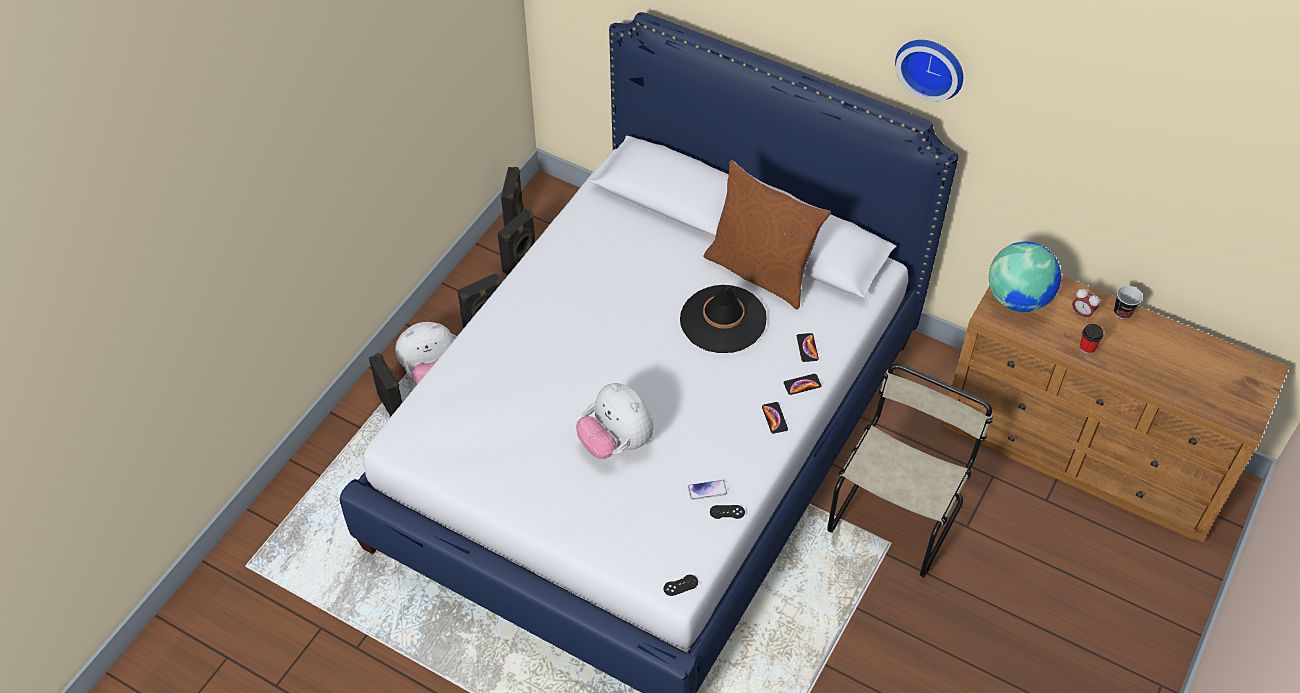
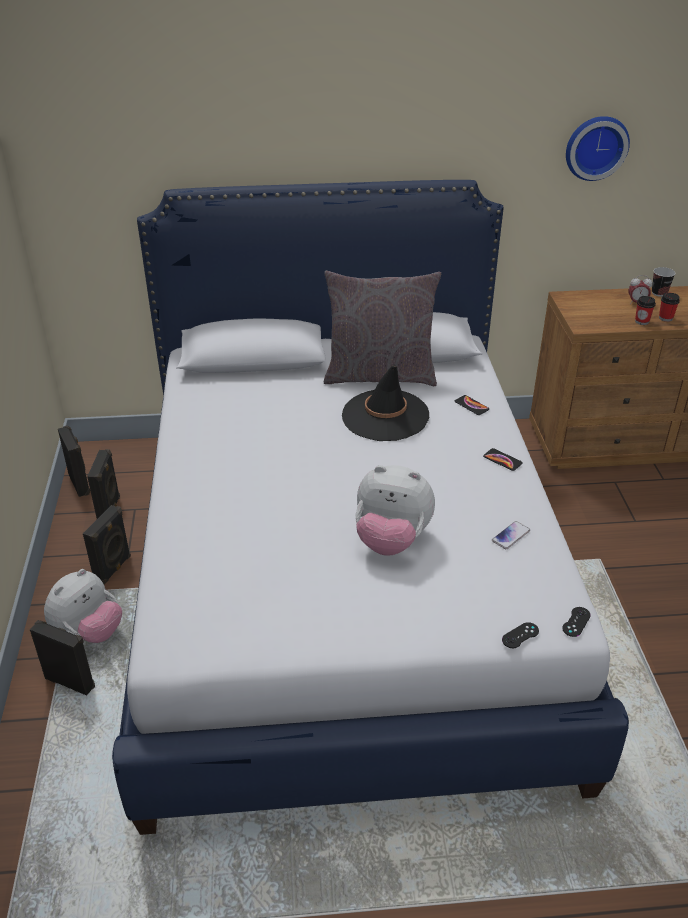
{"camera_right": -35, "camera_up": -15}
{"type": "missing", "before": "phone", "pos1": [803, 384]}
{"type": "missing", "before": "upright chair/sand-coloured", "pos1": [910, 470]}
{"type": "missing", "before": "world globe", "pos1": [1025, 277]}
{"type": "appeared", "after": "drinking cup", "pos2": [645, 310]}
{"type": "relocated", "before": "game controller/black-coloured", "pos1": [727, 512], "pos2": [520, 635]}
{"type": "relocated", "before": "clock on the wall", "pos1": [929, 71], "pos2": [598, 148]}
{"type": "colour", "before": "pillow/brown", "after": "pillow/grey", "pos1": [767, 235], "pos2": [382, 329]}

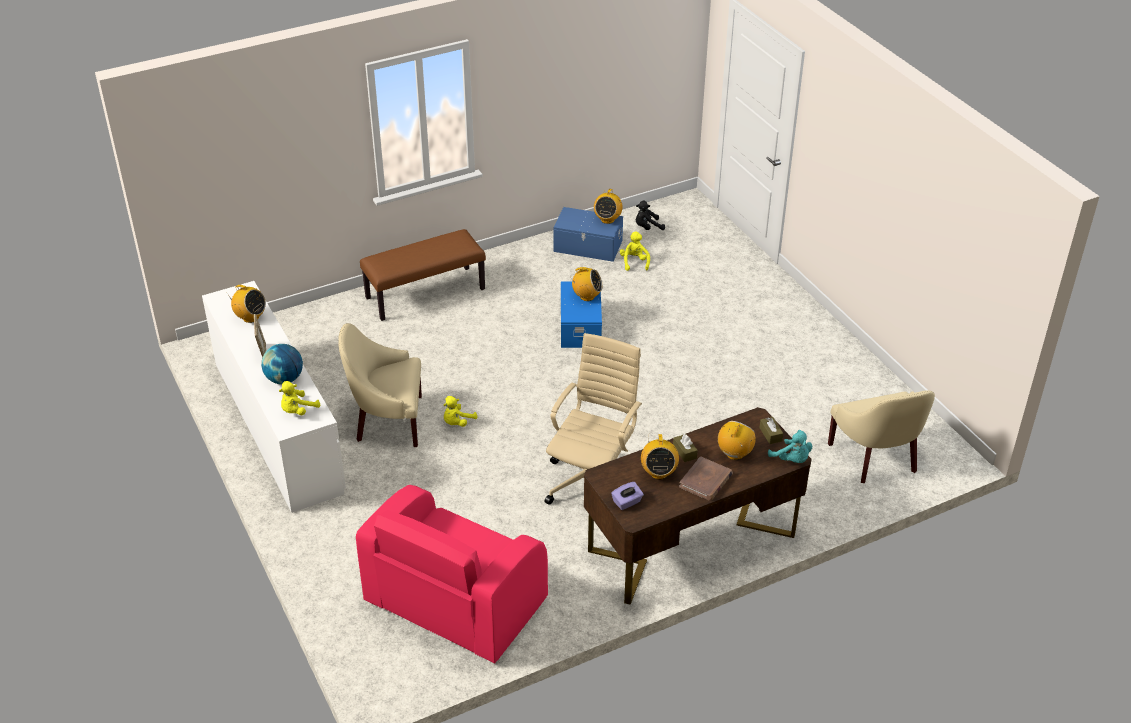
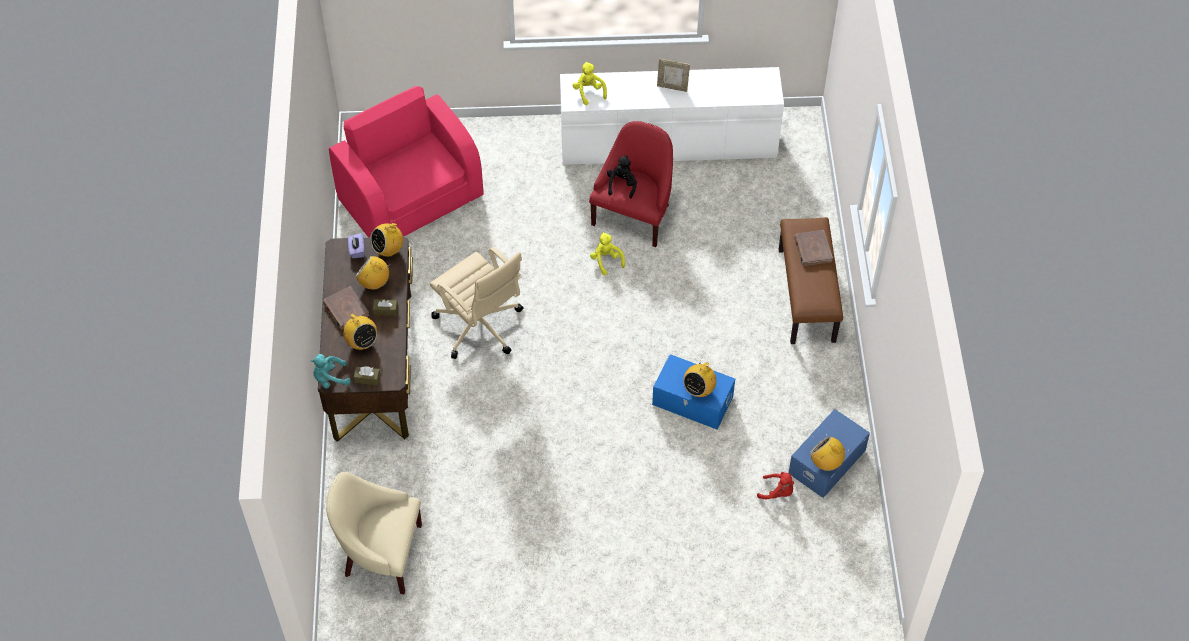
{"camera_right": 115, "camera_up": 15}
{"type": "missing", "before": "world globe", "pos1": [282, 364]}
{"type": "appeared", "after": "bound book/brown", "pos2": [813, 248]}
{"type": "relocated", "before": "radio set", "pos1": [246, 304], "pos2": [386, 237]}
{"type": "relocated", "before": "plush toy/black-coloured", "pos1": [650, 215], "pos2": [622, 176]}
{"type": "colour", "before": "armchair/sand-coloured", "after": "armchair/red-coloured", "pos1": [380, 385], "pos2": [631, 184]}
{"type": "colour", "before": "plush toy/yellow", "after": "plush toy/red-coloured", "pos1": [635, 251], "pos2": [775, 485]}

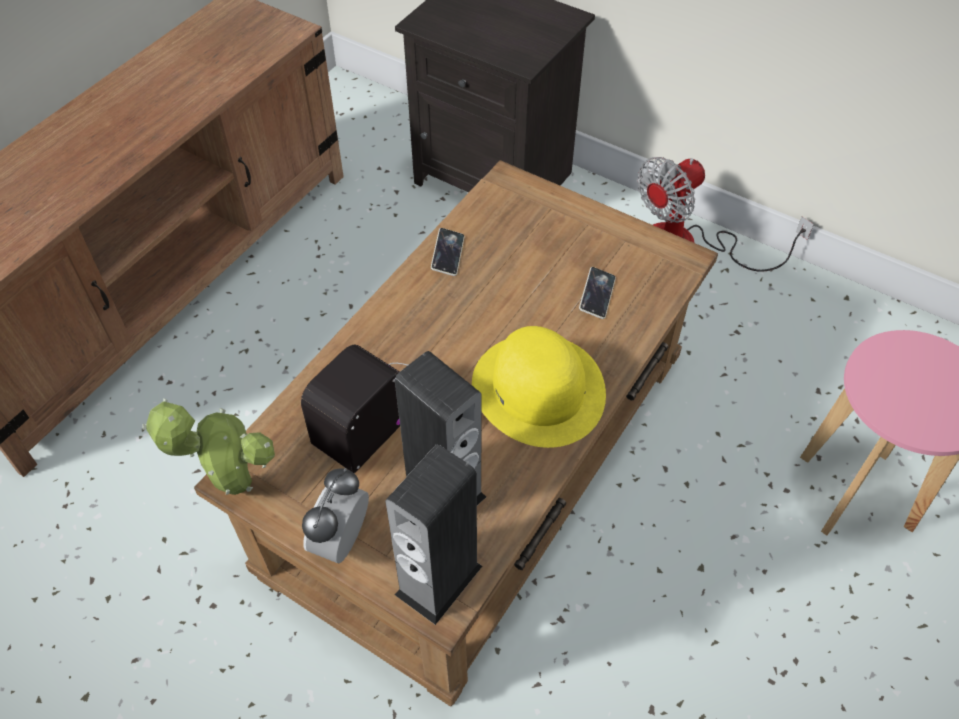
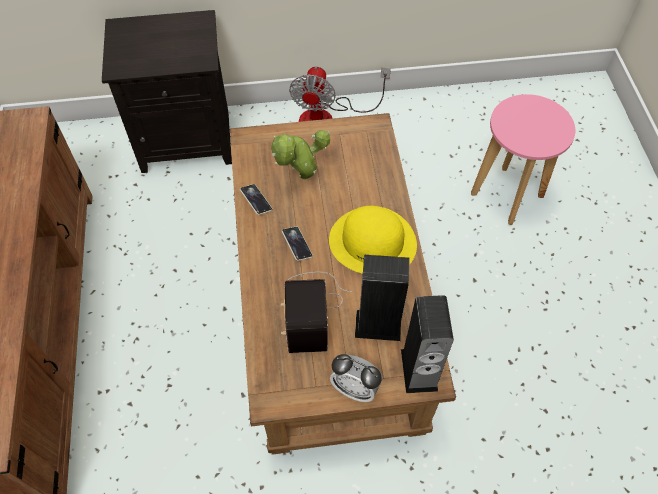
{"camera_right": -40, "camera_up": 5}
{"type": "relocated", "before": "plant in a pot", "pos1": [208, 446], "pos2": [300, 154]}
{"type": "relocated", "before": "phone", "pos1": [597, 293], "pos2": [297, 244]}
{"type": "spun", "before": "alarm clock", "pos1": [335, 515], "pos2": [356, 378], "turn": -45}

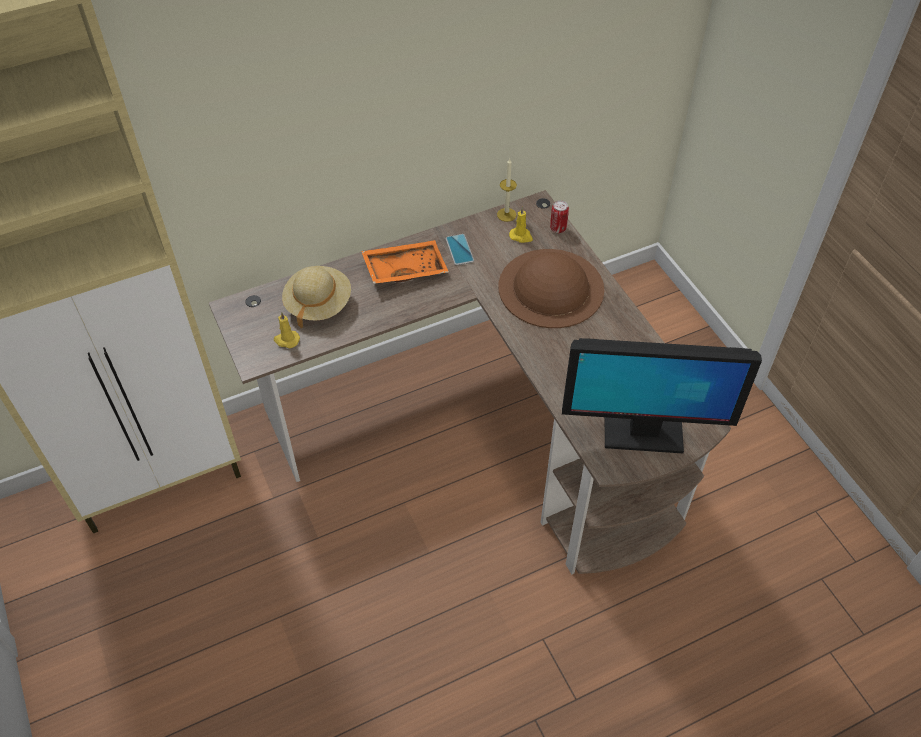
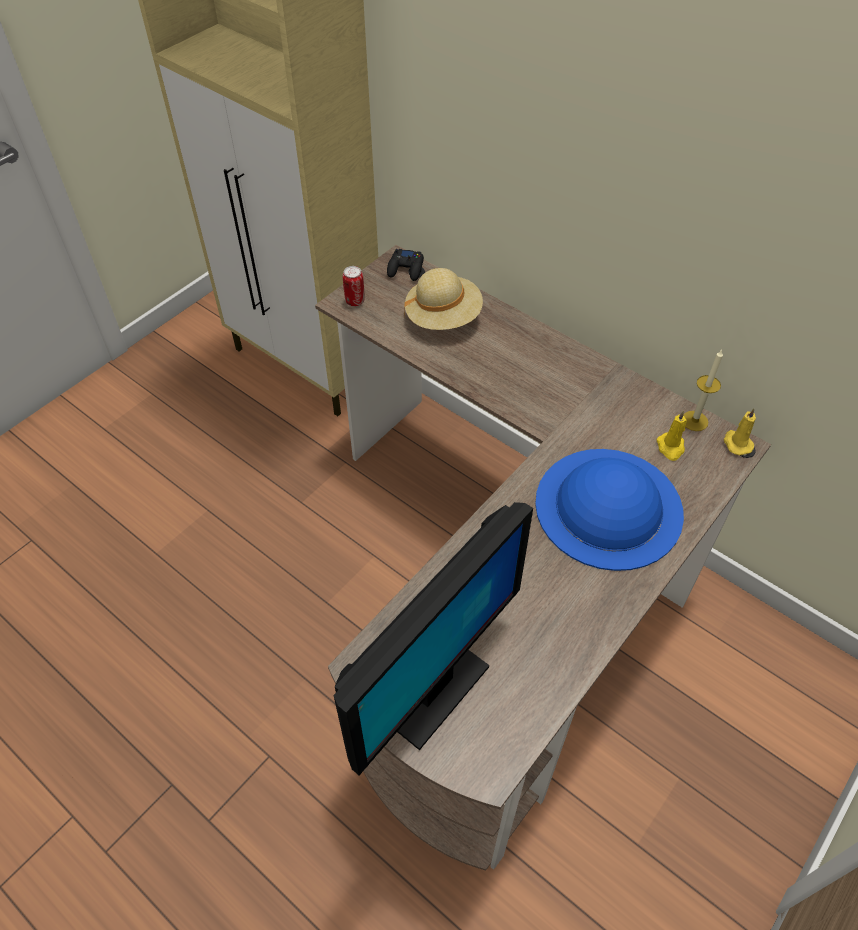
{"camera_right": 65, "camera_up": 0}
{"type": "missing", "before": "serving tray/orange-coloured", "pos1": [405, 262]}
{"type": "missing", "before": "phone", "pos1": [460, 249]}
{"type": "appeared", "after": "game controller/black-coloured", "pos2": [405, 265]}
{"type": "relocated", "before": "wax candle/yellow", "pos1": [287, 330], "pos2": [740, 431]}
{"type": "relocated", "before": "sealed can", "pos1": [559, 216], "pos2": [354, 286]}
{"type": "colour", "before": "hat/brown", "after": "hat/bluish", "pos1": [551, 288], "pos2": [609, 510]}
{"type": "spun", "before": "computer display", "pos1": [662, 395], "pos2": [433, 638], "turn": -120}

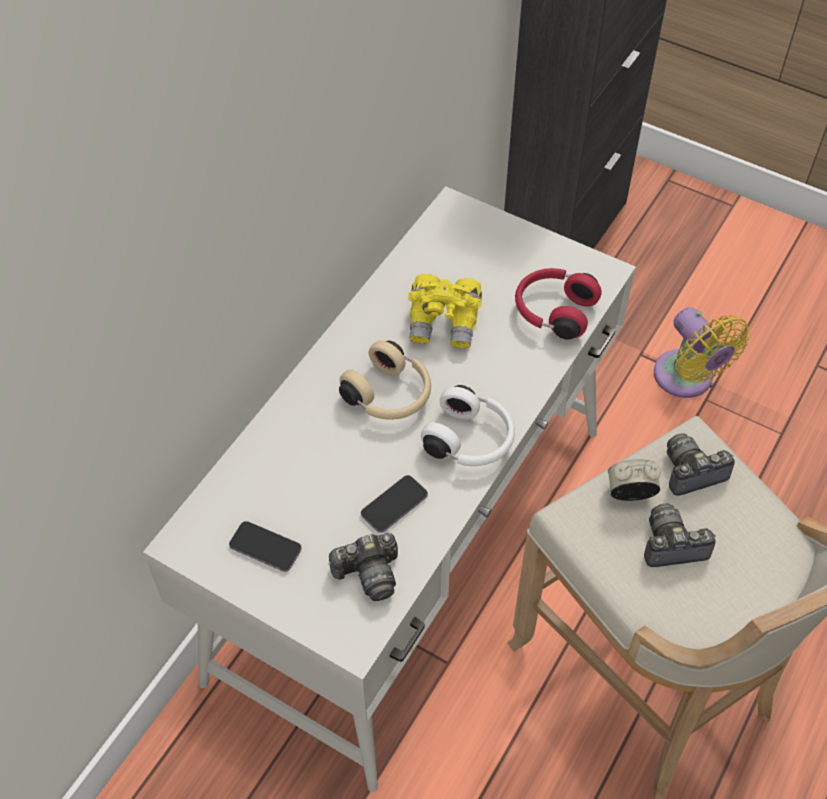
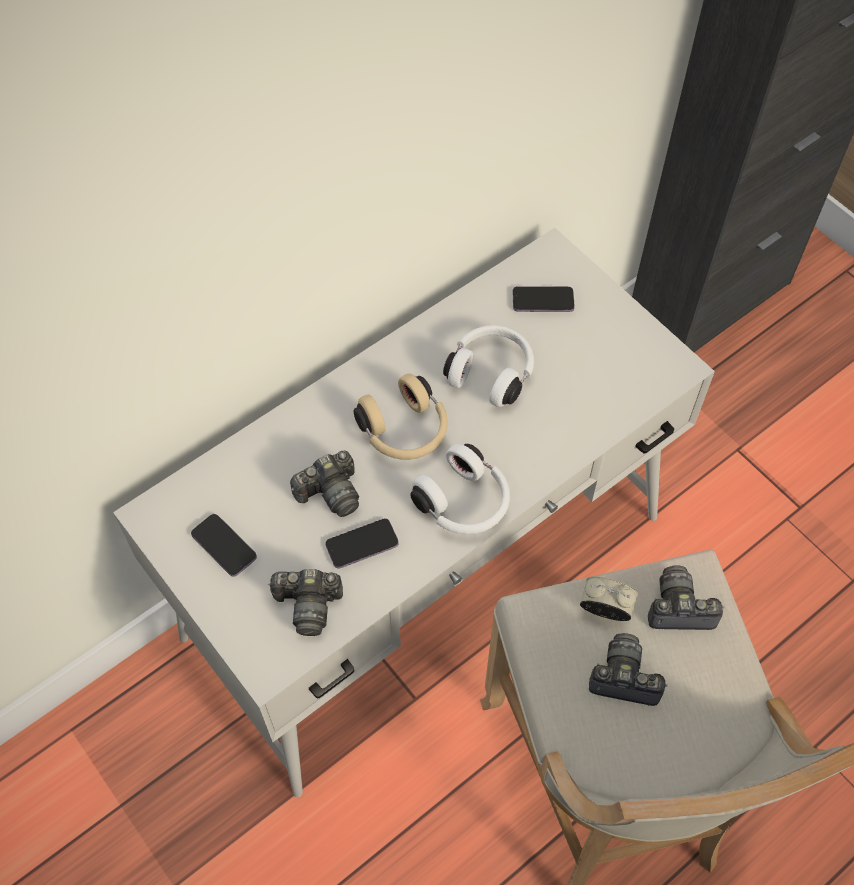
{"camera_right": 20, "camera_up": 5}
{"type": "missing", "before": "headset/red-coloured", "pos1": [558, 304]}
{"type": "missing", "before": "electric fan/yellow", "pos1": [702, 352]}
{"type": "appeared", "after": "still camera", "pos2": [324, 484]}
{"type": "appeared", "after": "phone", "pos2": [544, 299]}
{"type": "exchanged", "before": "field glasses/yellow", "after": "headset/white", "pos1": [445, 311], "pos2": [488, 366]}

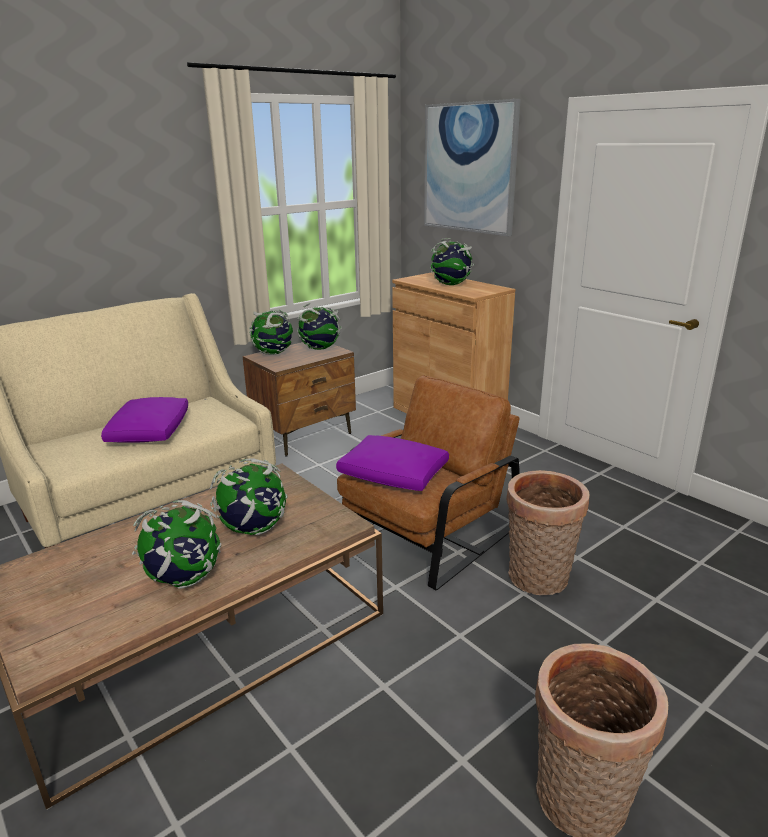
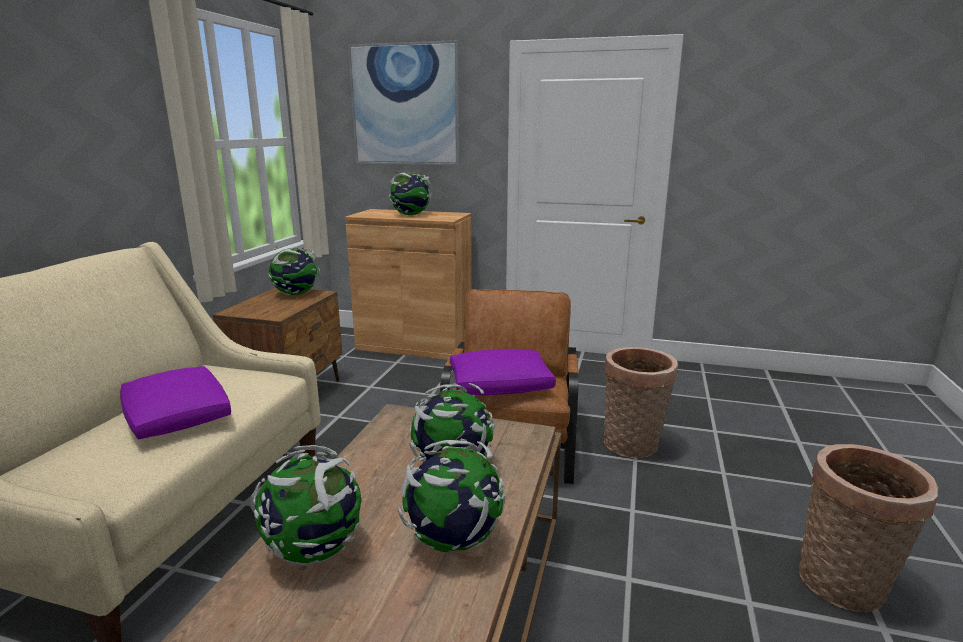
{"camera_right": -35, "camera_up": -5}
{"type": "relocated", "before": "world globe", "pos1": [271, 332], "pos2": [305, 505]}

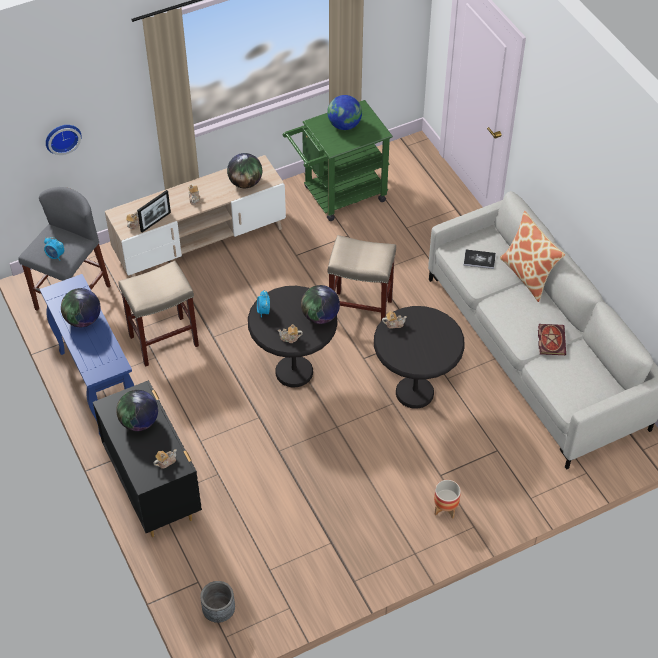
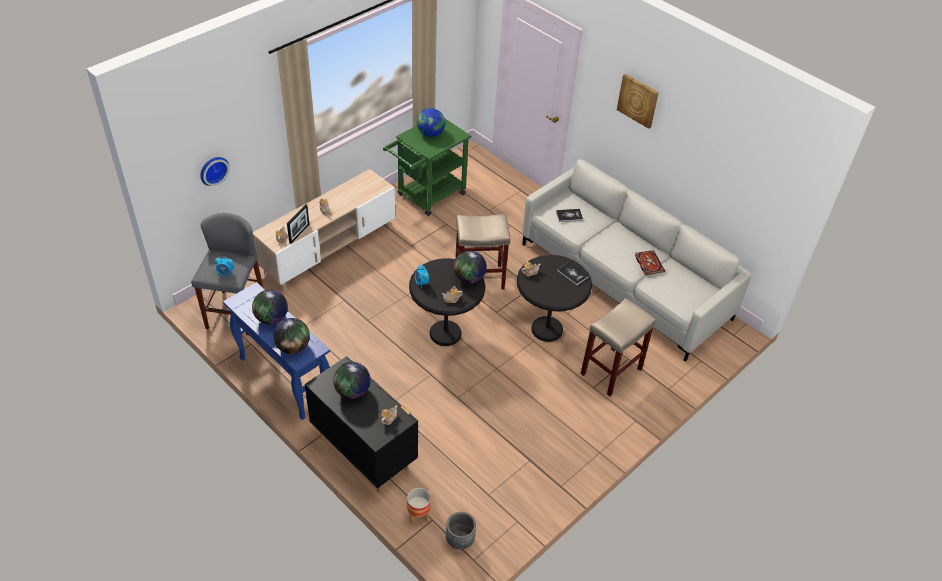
{"camera_right": -20, "camera_up": -5}
{"type": "missing", "before": "pillow", "pos1": [532, 256]}
{"type": "appeared", "after": "bound book", "pos2": [573, 273]}
{"type": "appeared", "after": "wall picture", "pos2": [638, 101]}
{"type": "relocated", "before": "stool/sand-coloured", "pos1": [158, 314], "pos2": [618, 347]}
{"type": "relocated", "before": "world globe", "pos1": [244, 170], "pos2": [291, 336]}
{"type": "relocated", "before": "plant pot", "pos1": [447, 499], "pos2": [419, 505]}

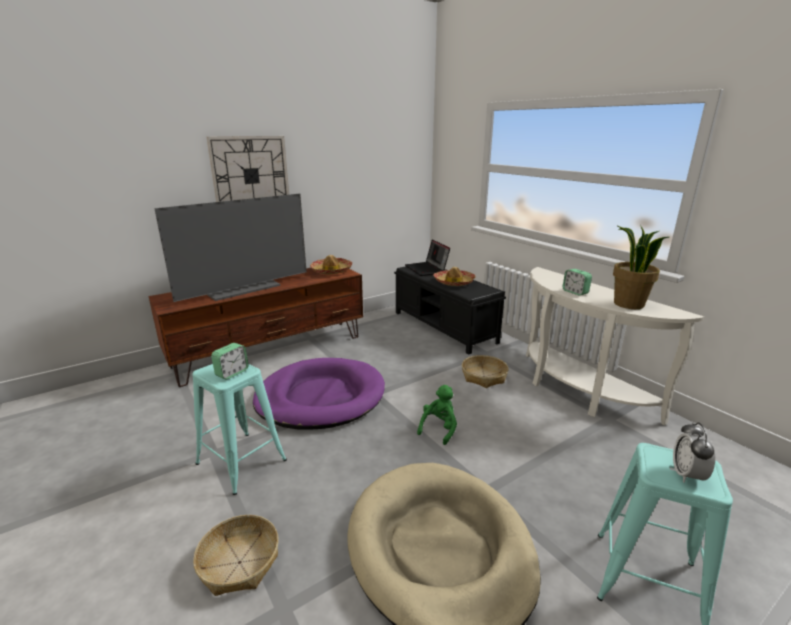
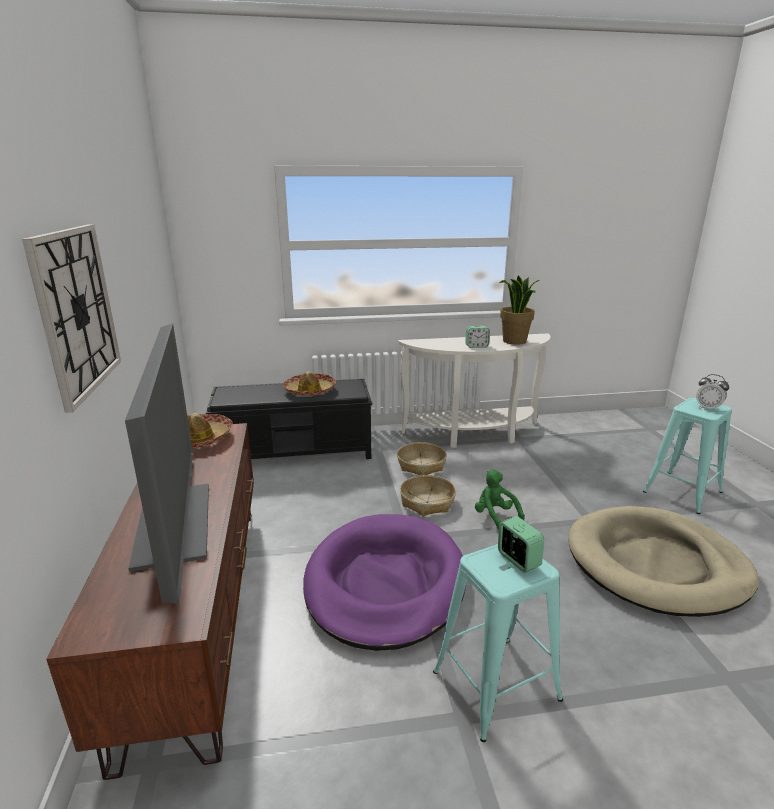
{"camera_right": -65, "camera_up": 0}
{"type": "missing", "before": "notebook computer", "pos1": [427, 257]}
{"type": "relocated", "before": "storage basket", "pos1": [236, 555], "pos2": [428, 495]}

